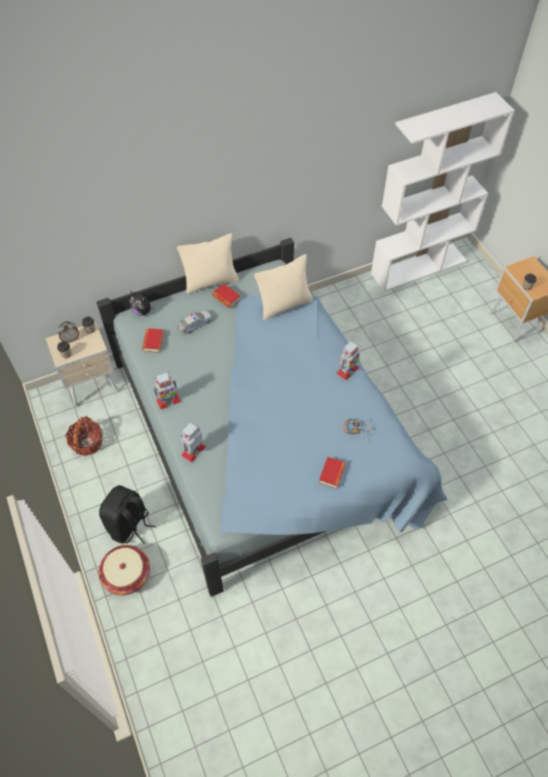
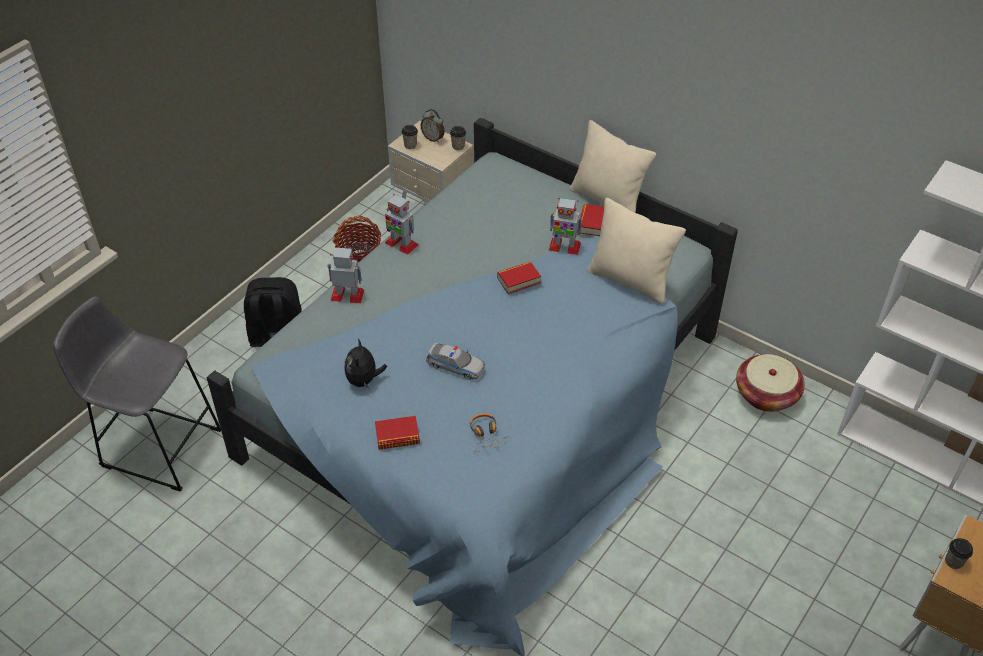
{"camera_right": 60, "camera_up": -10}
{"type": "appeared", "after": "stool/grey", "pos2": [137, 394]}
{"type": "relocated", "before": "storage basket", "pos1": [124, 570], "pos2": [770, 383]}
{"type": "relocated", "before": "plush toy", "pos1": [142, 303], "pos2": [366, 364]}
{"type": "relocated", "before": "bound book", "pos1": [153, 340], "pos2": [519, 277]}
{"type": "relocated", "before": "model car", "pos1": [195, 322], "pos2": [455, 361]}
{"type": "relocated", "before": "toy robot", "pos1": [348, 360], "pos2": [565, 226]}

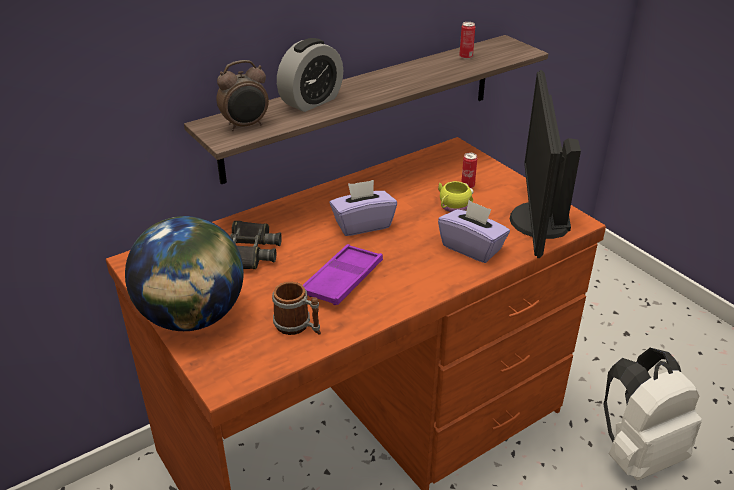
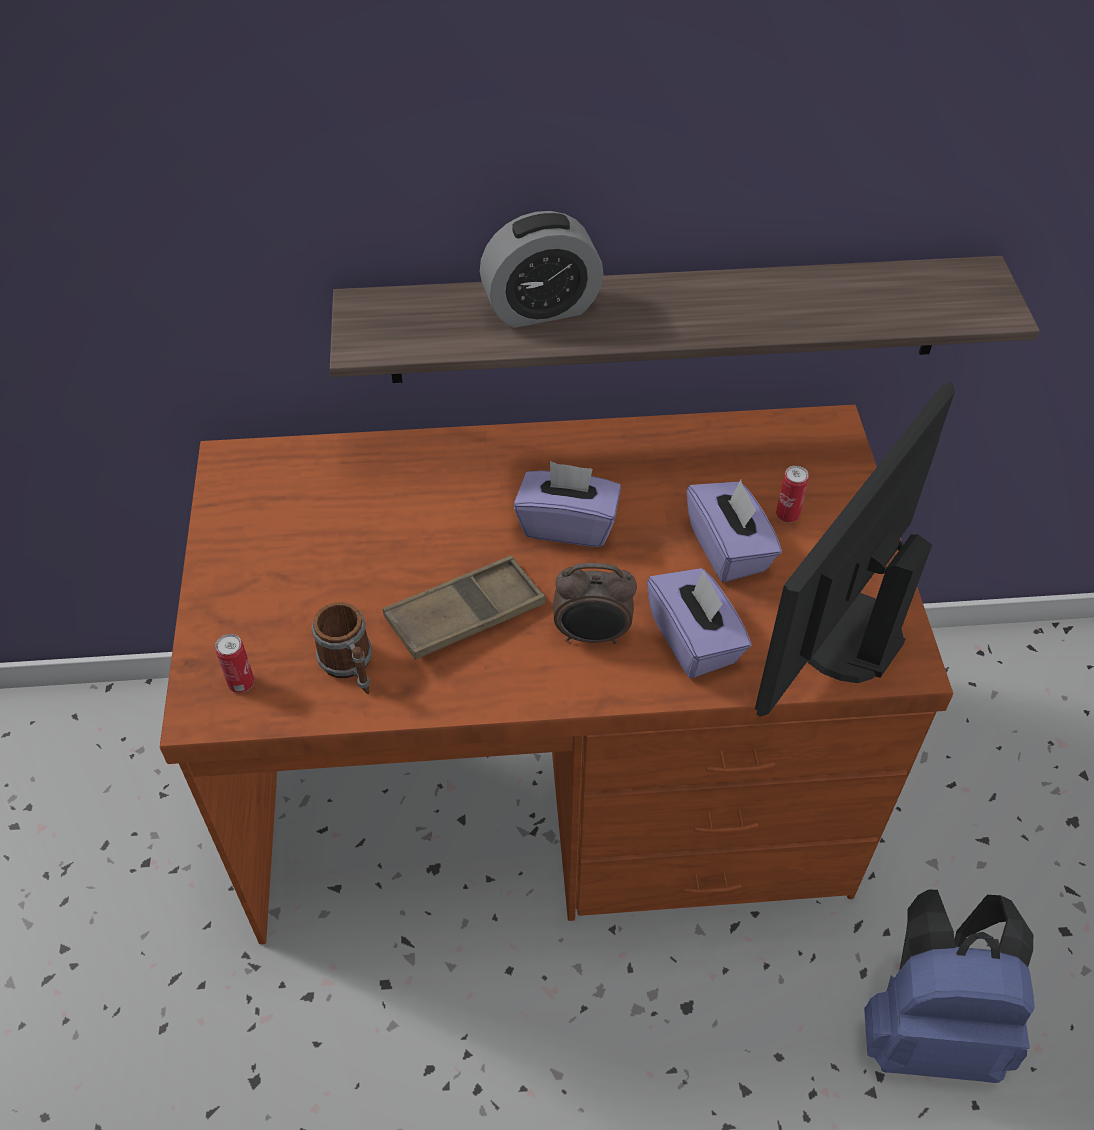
{"camera_right": 30, "camera_up": 15}
{"type": "missing", "before": "world globe", "pos1": [184, 273]}
{"type": "missing", "before": "field glasses/black-coloured", "pos1": [256, 245]}
{"type": "relocated", "before": "alarm clock", "pos1": [242, 95], "pos2": [595, 603]}
{"type": "relocated", "before": "sealed can", "pos1": [467, 40], "pos2": [234, 663]}
{"type": "exchanged", "before": "tea mug/yellow", "after": "tissue box/purple-coloured", "pos1": [456, 196], "pos2": [734, 531]}
{"type": "colour", "before": "serving tray/purple-coloured", "after": "serving tray/brown", "pos1": [343, 274], "pos2": [464, 608]}
{"type": "colour", "before": "rucksack/white", "after": "rucksack/bluish", "pos1": [652, 414], "pos2": [949, 986]}

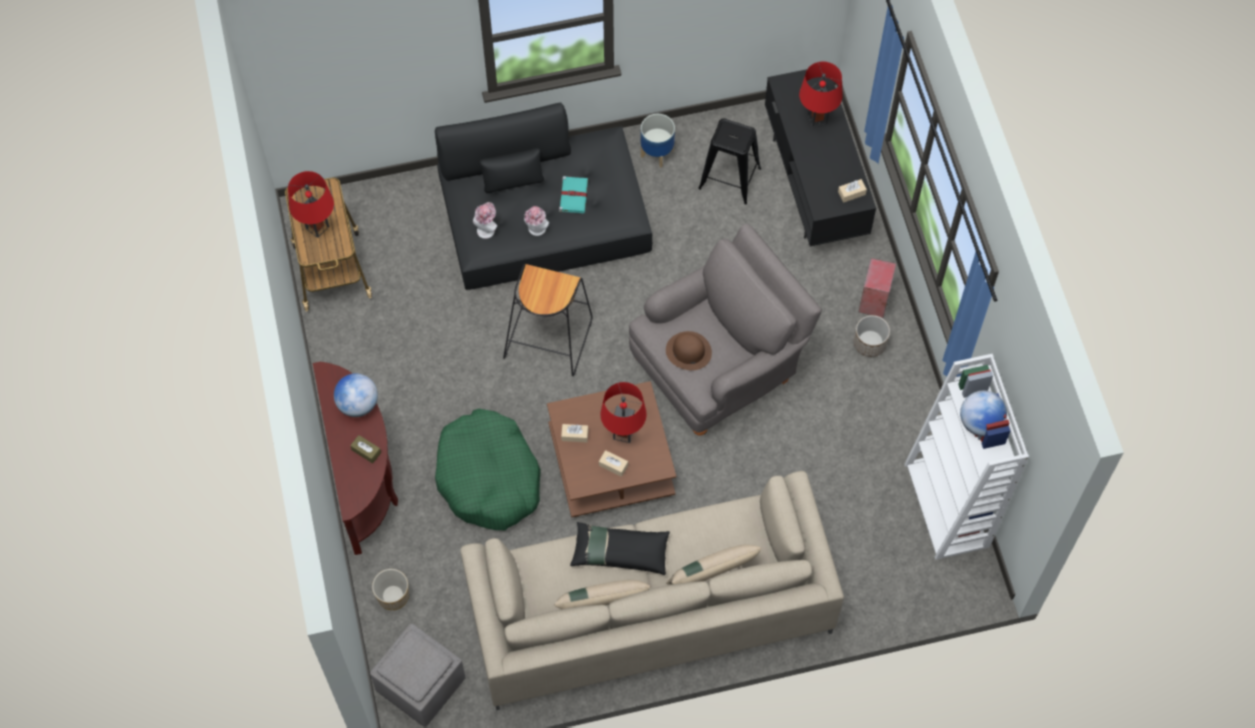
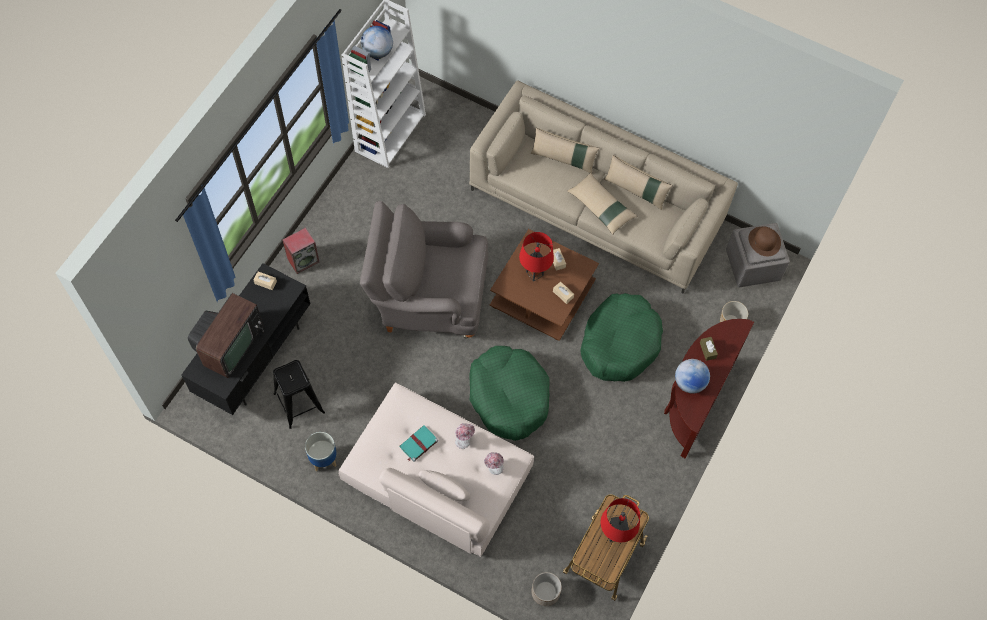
{"camera_right": -140, "camera_up": 0}
{"type": "relocated", "before": "hat/brown", "pos1": [689, 350], "pos2": [764, 241]}
{"type": "relocated", "before": "plant pot", "pos1": [872, 336], "pos2": [546, 589]}
{"type": "exchanged", "before": "stool/black-coloured", "after": "pet bed/greenish", "pos1": [548, 320], "pos2": [509, 393]}
{"type": "exchanged", "before": "tabletop lamp/red-coloured", "after": "television", "pos1": [821, 95], "pos2": [226, 335]}
{"type": "colour", "before": "sofa/black-coloured", "after": "sofa/sand-coloured", "pos1": [543, 196], "pos2": [436, 469]}
{"type": "colour", "before": "pillow/black-coloured", "after": "pillow/sand-coloured", "pos1": [620, 548], "pos2": [602, 204]}

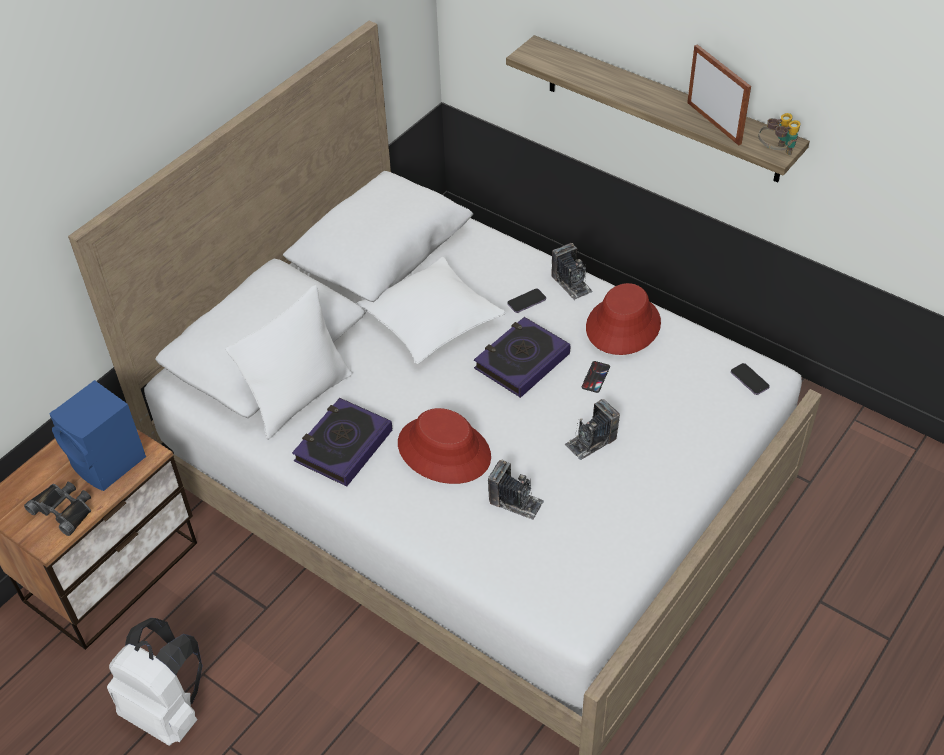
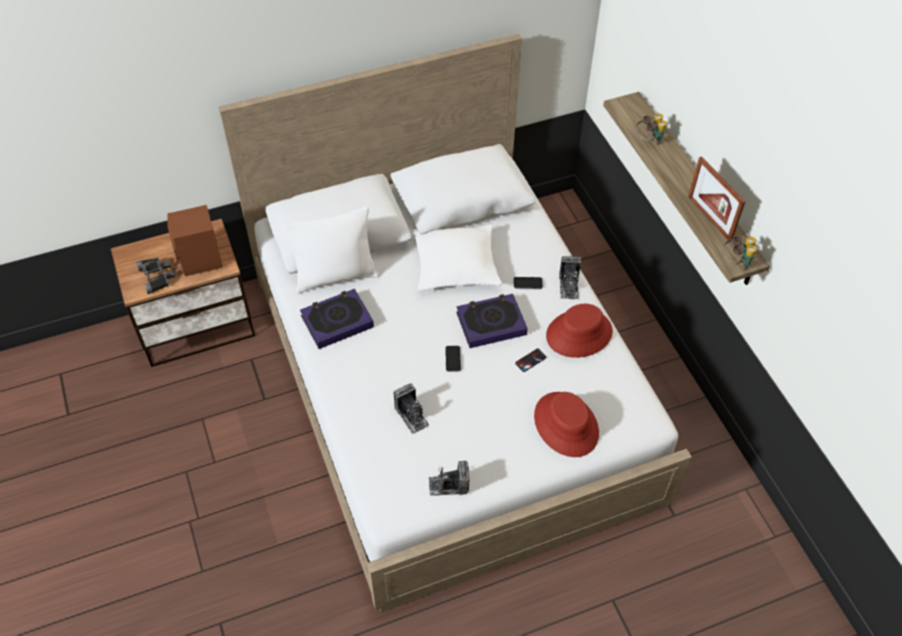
{"camera_right": 30, "camera_up": 5}
{"type": "missing", "before": "rucksack/white", "pos1": [155, 682]}
{"type": "appeared", "after": "field glasses", "pos2": [651, 129]}
{"type": "relocated", "before": "hat/red-coloured", "pos1": [444, 446], "pos2": [566, 424]}
{"type": "relocated", "before": "still camera", "pos1": [592, 429], "pos2": [448, 478]}
{"type": "relocated", "before": "phone", "pos1": [750, 379], "pos2": [453, 359]}
{"type": "colour", "before": "loudspeaker/bluish", "after": "loudspeaker/brown", "pos1": [97, 435], "pos2": [195, 241]}
{"type": "spun", "before": "photo frame", "pos1": [719, 94], "pos2": [717, 198], "turn": 150}

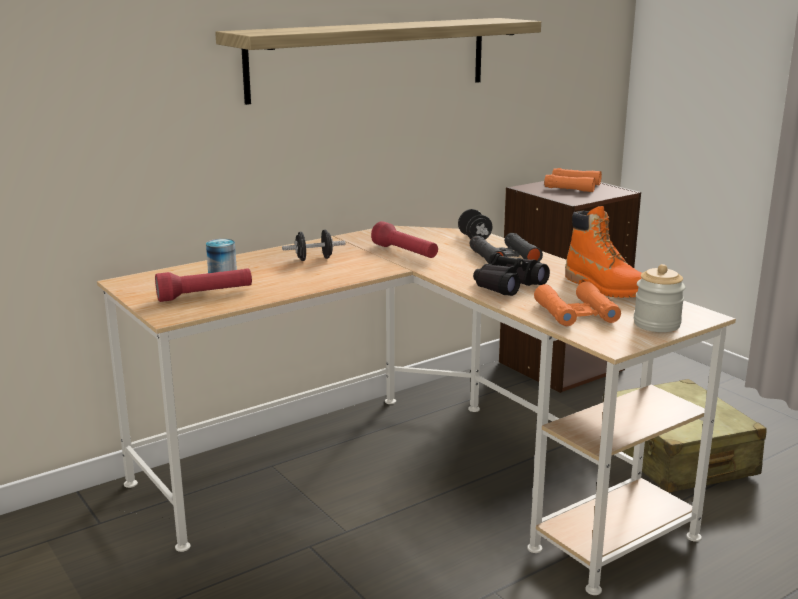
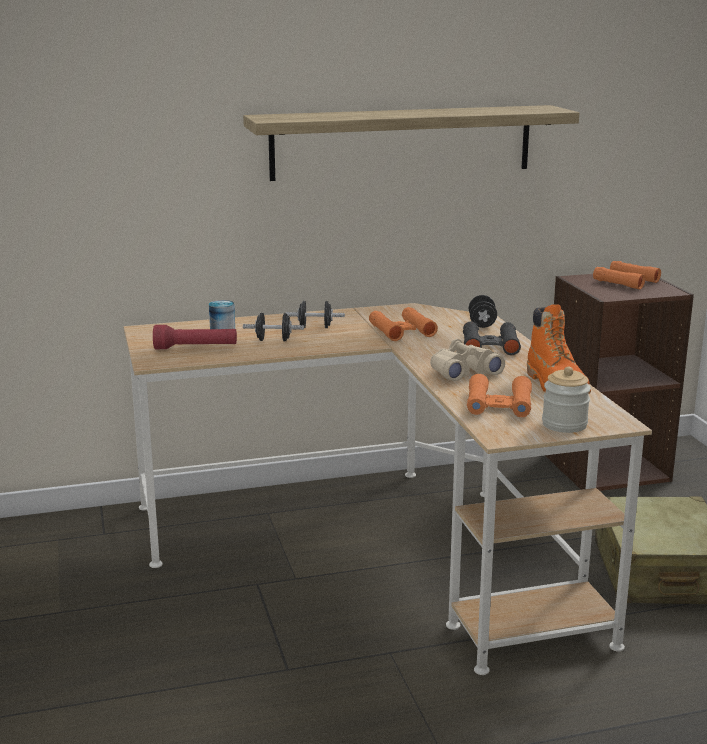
{"camera_right": 20, "camera_up": 0}
{"type": "appeared", "after": "hand weight/black-coloured", "pos2": [273, 327]}
{"type": "exchanged", "before": "torch/red-coloured", "after": "field glasses/orange-coloured", "pos1": [404, 239], "pos2": [403, 324]}
{"type": "colour", "before": "field glasses/black-coloured", "after": "field glasses/sand-coloured", "pos1": [511, 274], "pos2": [467, 360]}

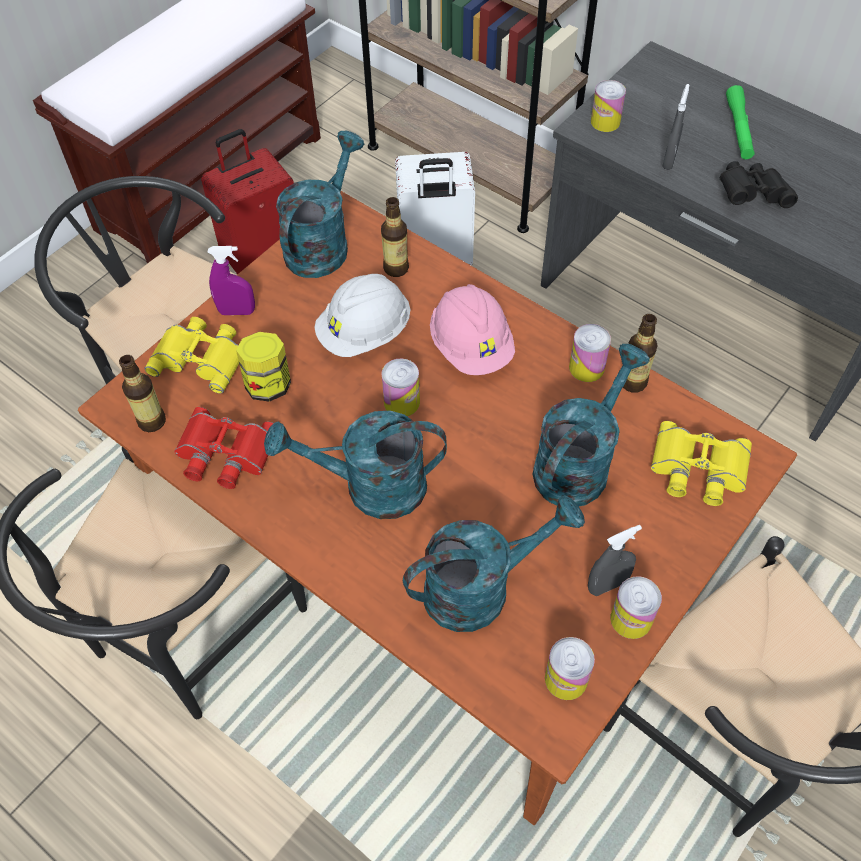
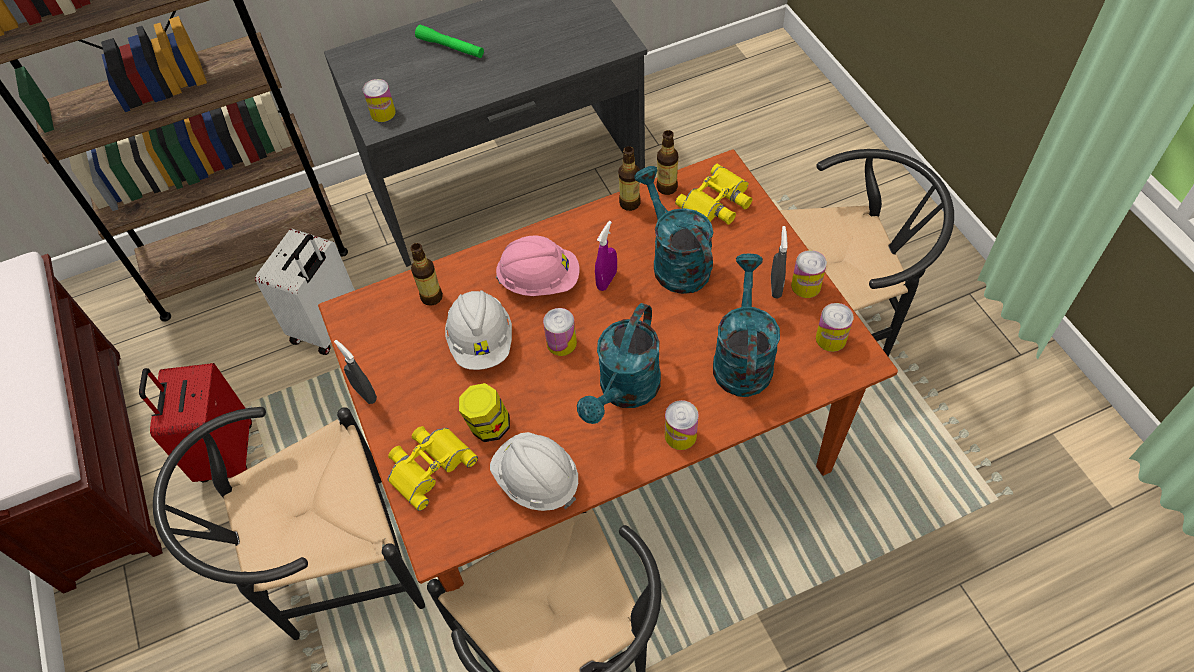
{"camera_right": -60, "camera_up": 0}
{"type": "missing", "before": "watering pot/blue-green", "pos1": [320, 204]}
{"type": "missing", "before": "field glasses/black-coloured", "pos1": [759, 184]}
{"type": "relocated", "before": "drink bottle", "pos1": [142, 393], "pos2": [667, 162]}
{"type": "relocated", "before": "sprayer/purple-coloured", "pos1": [231, 280], "pos2": [606, 256]}
{"type": "relocated", "before": "sealed can", "pos1": [590, 353], "pos2": [682, 425]}
{"type": "relocated", "before": "sprayer/grey", "pos1": [675, 127], "pos2": [355, 372]}
{"type": "exchanged", "before": "field glasses/red-coloured", "after": "hard hat/white", "pos1": [224, 448], "pos2": [534, 471]}

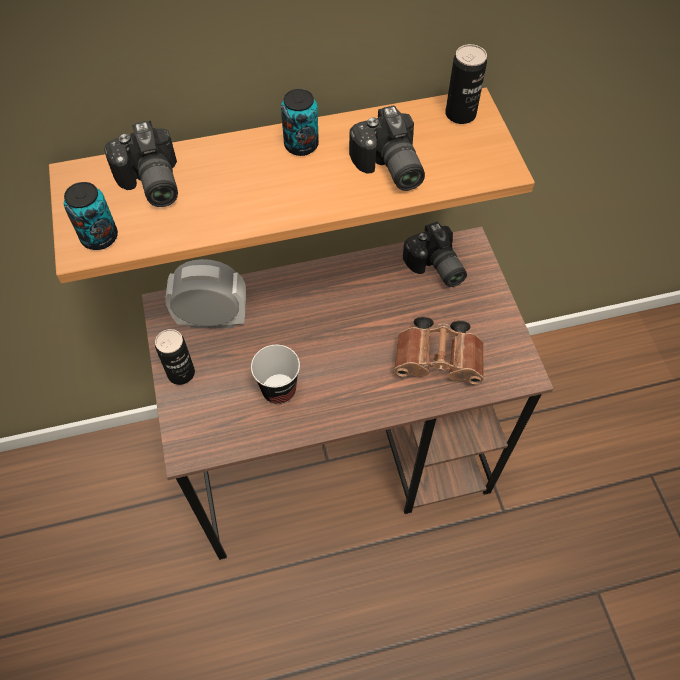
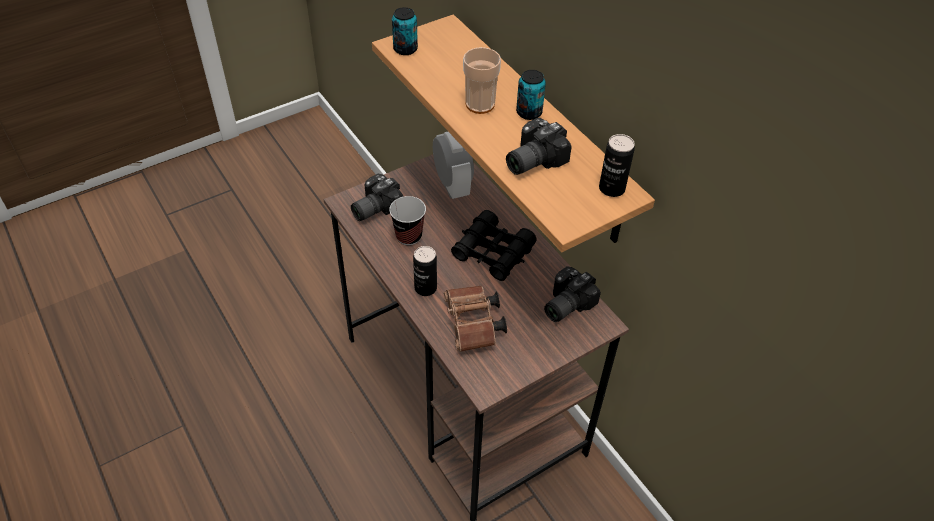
{"camera_right": 70, "camera_up": -10}
{"type": "appeared", "after": "field glasses/black-coloured", "pos2": [494, 245]}
{"type": "appeared", "after": "drinking cup", "pos2": [482, 80]}
{"type": "relocated", "before": "still camera", "pos1": [141, 164], "pos2": [377, 197]}
{"type": "relocated", "before": "sealed can", "pos1": [175, 357], "pos2": [425, 271]}

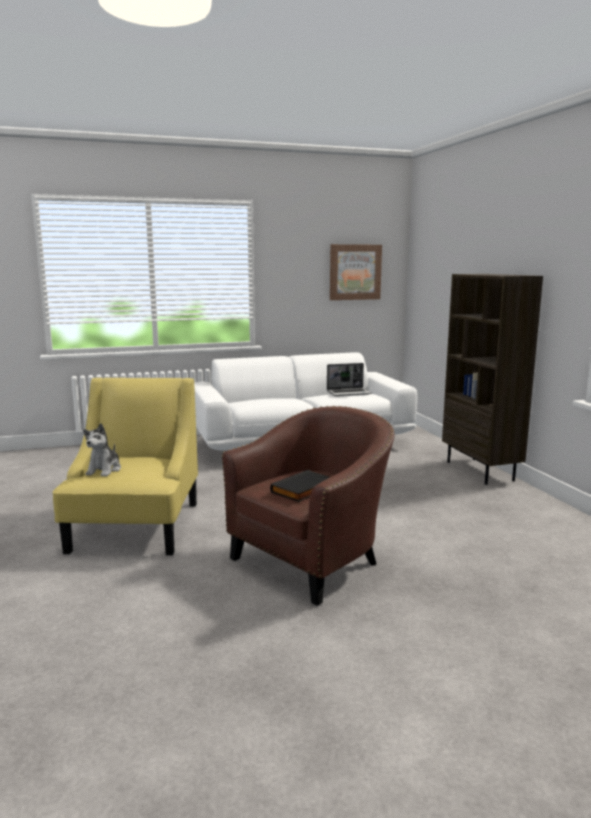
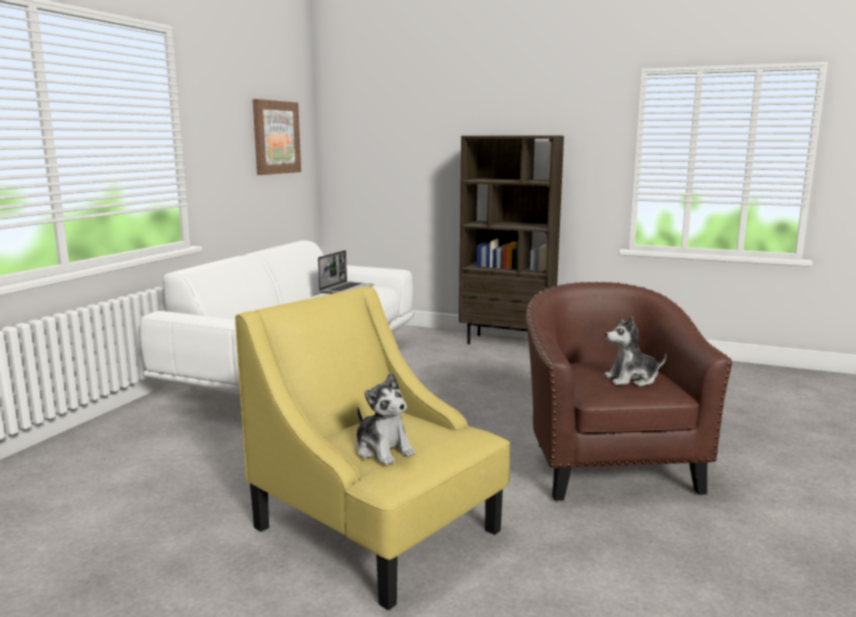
{"camera_right": -50, "camera_up": 0}
{"type": "exchanged", "before": "bound book/black-coloured", "after": "plush toy", "pos1": [300, 486], "pos2": [635, 351]}

